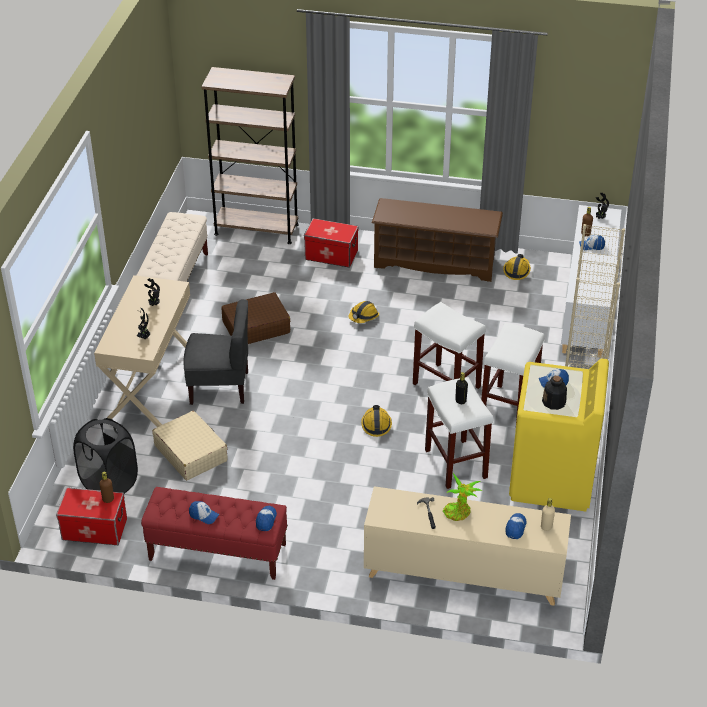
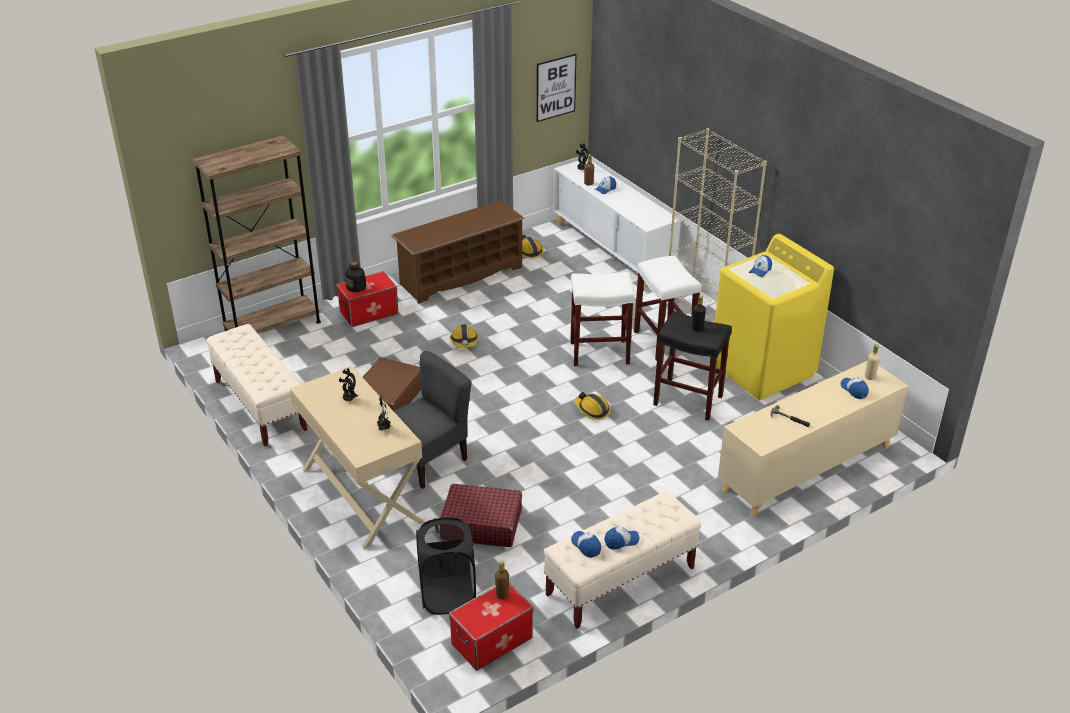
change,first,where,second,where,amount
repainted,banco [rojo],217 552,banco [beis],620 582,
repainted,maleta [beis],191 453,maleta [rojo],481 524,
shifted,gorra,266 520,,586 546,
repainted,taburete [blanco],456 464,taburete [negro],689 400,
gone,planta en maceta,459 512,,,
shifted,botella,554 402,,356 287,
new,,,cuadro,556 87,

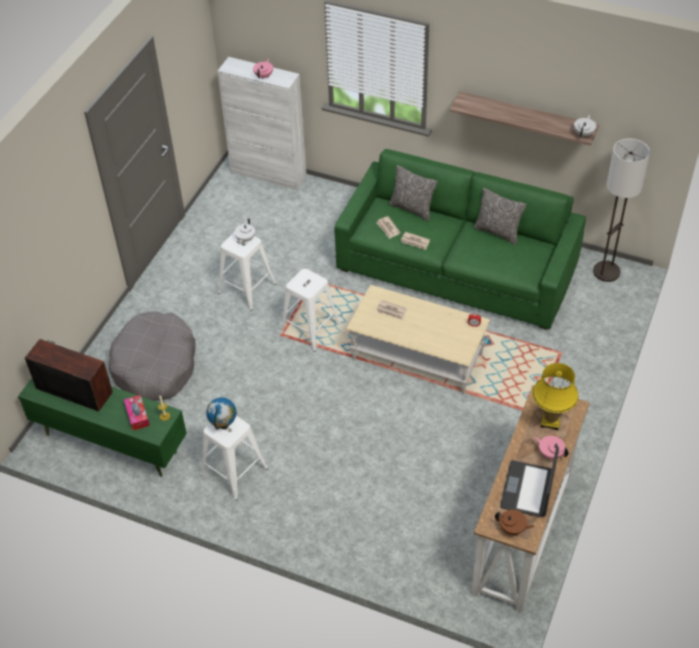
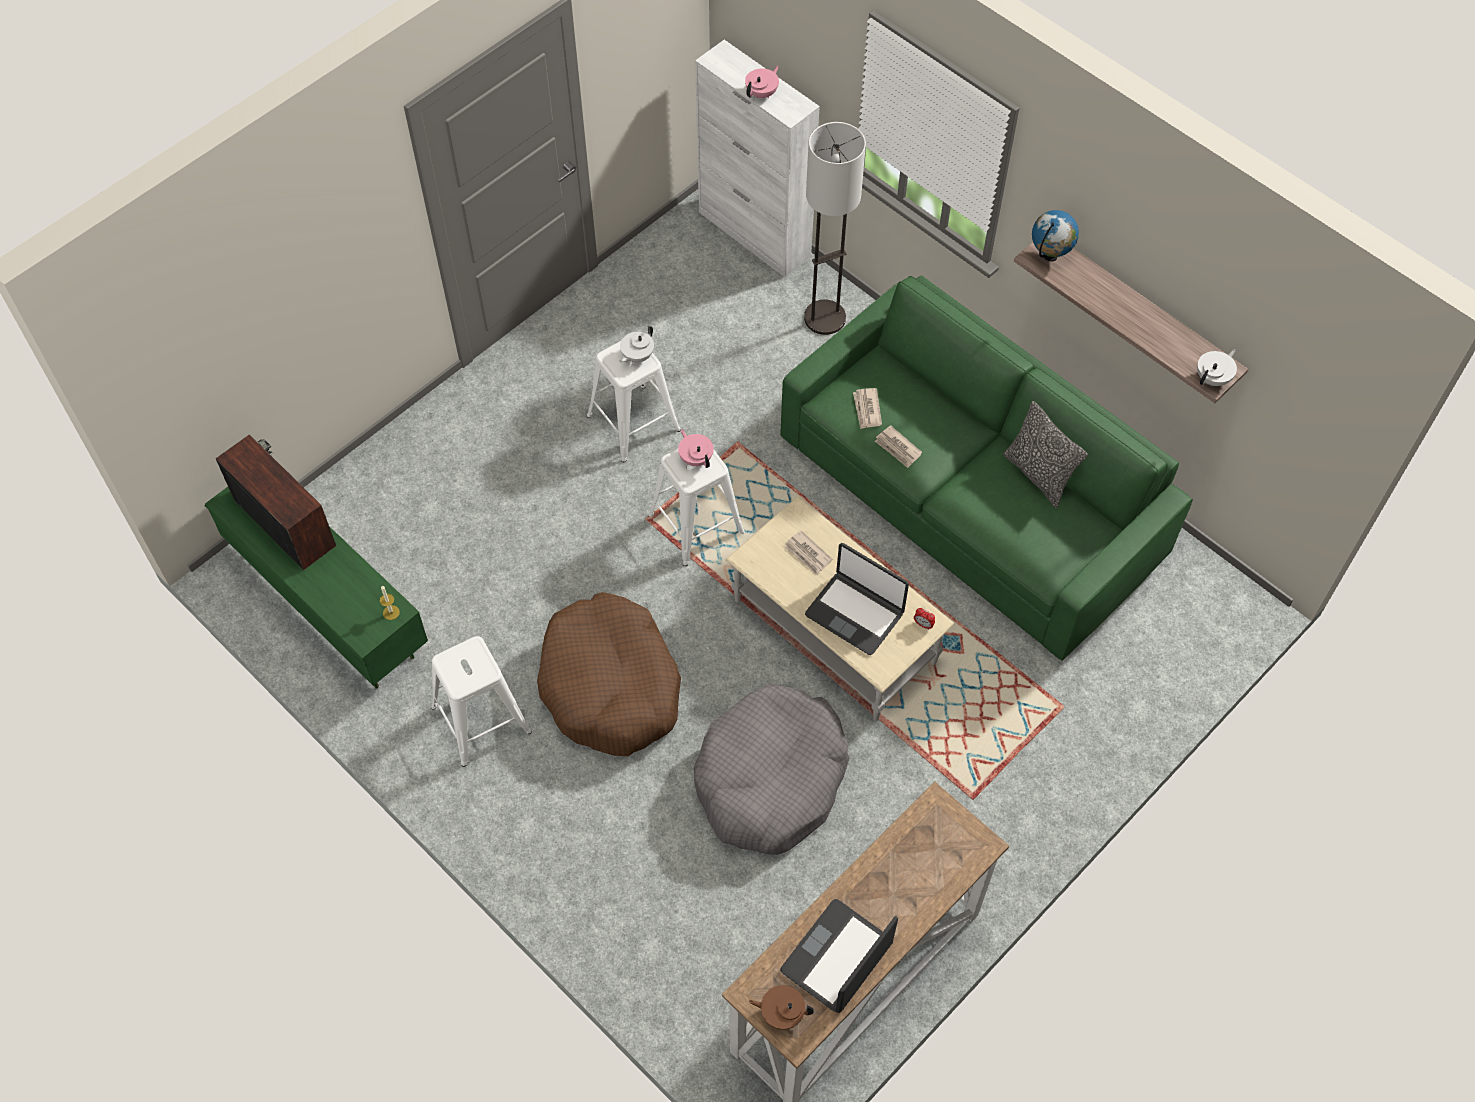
change,first,where,second,where,amount
shifted,cama para perro [gris],155 366,,770 778,
gone,caja de pañuelos,137 415,,,
shifted,globo terráqueo,223 425,,1050 256,
gone,cojín,412 209,,,
rotated,tetera [marrón],512 529,,781 1013,150 degrees clockwise
gone,lámpara de mesa [amarillo],550 421,,,
shifted,tetera [rosa],550 453,,696 458,
shifted,lámpara de pie,606 271,,825 318,
new,,,cama para perro [marrón],611 685,
new,,,portátil,855 613,

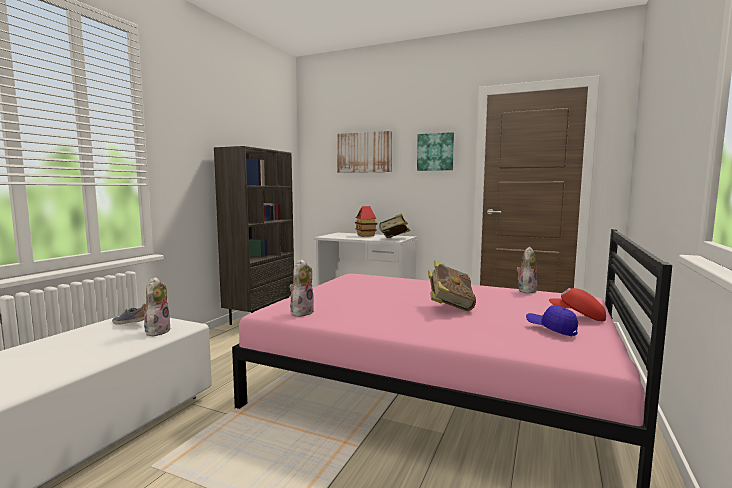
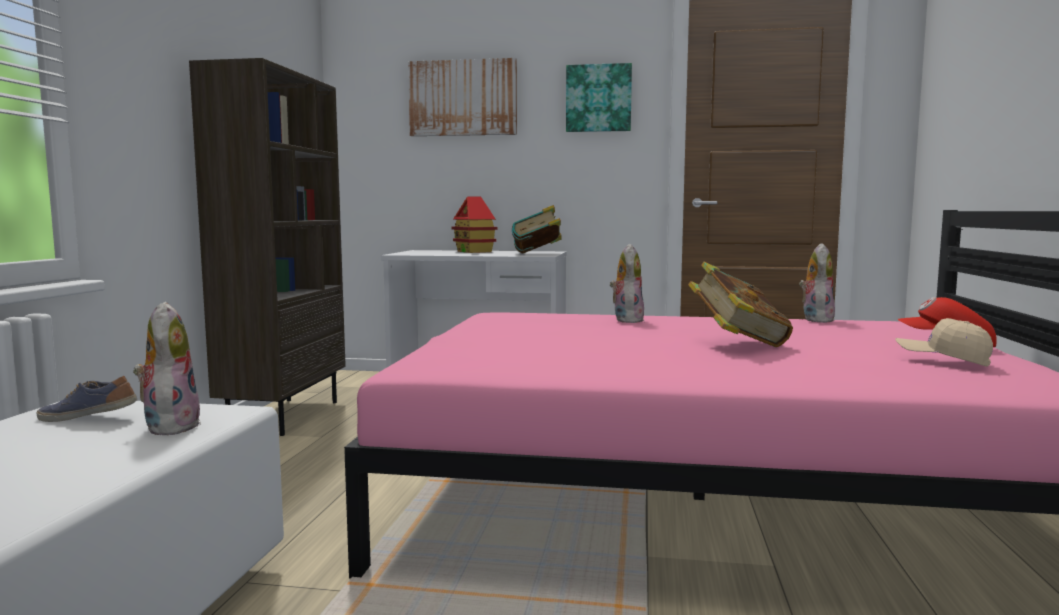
change,first,where,second,where,amount
shifted,peluche,301 312,,626 320,
repainted,gorra [azul],551 329,gorra [beis],942 360,

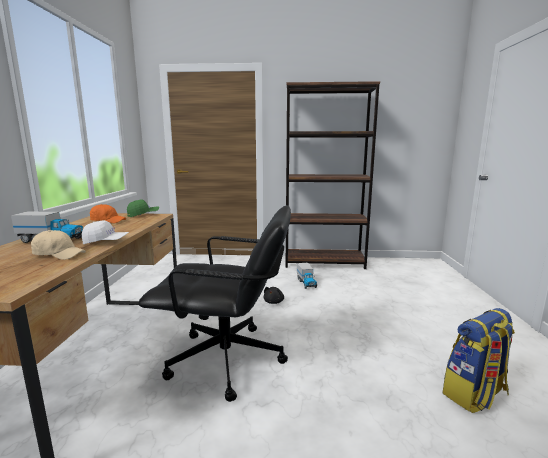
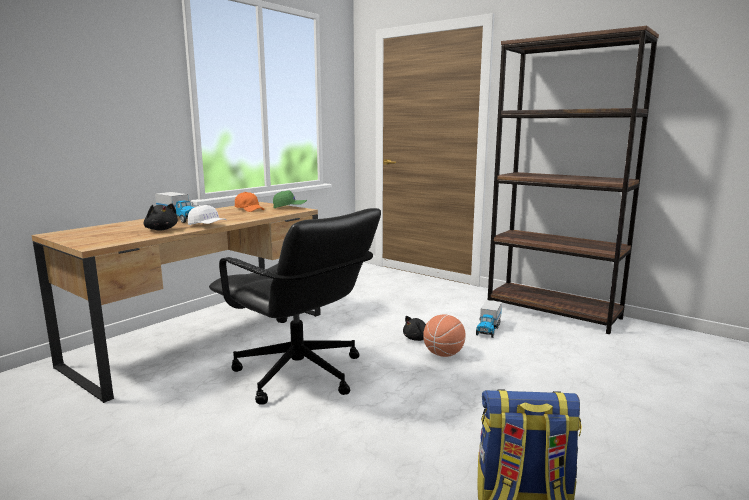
change,first,where,second,where,amount
swapped,gorra [beis],59 254,peluche [negro],161 229,
new,,,balón de baloncesto,443 354,

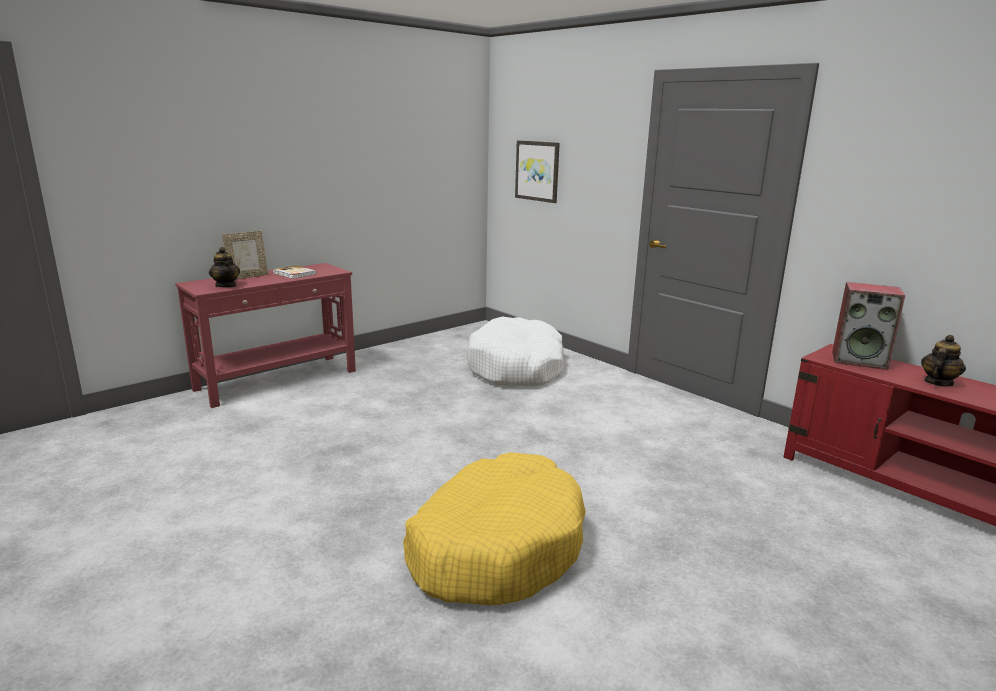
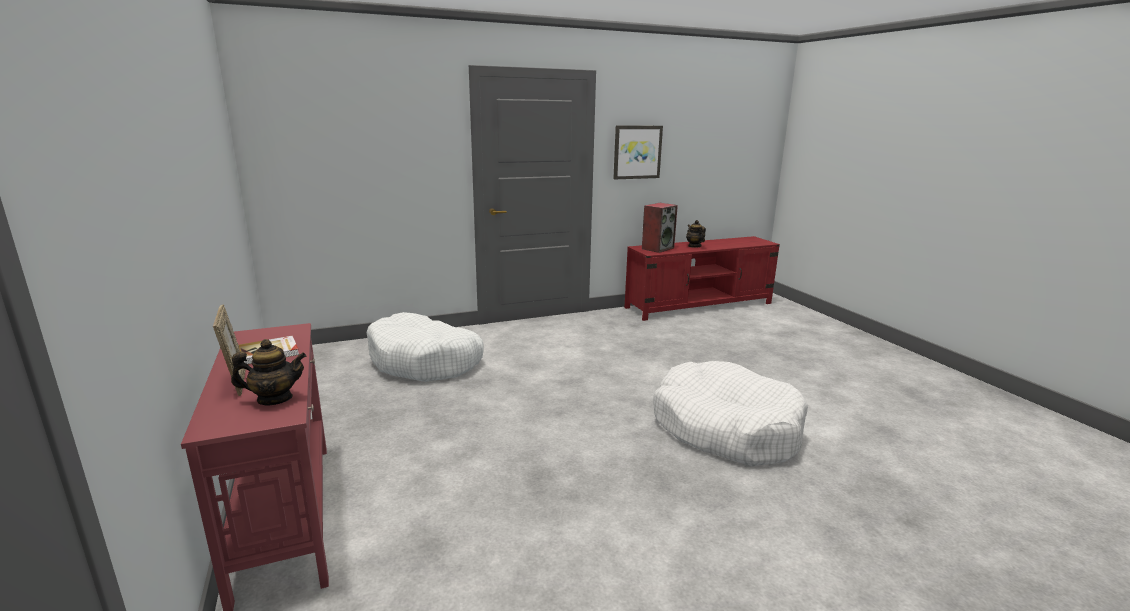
change,first,where,second,where,amount
repainted,cama para perro [amarillo],496 546,cama para perro [blanco],725 428,
shifted,cuadro,537 171,,637 152,

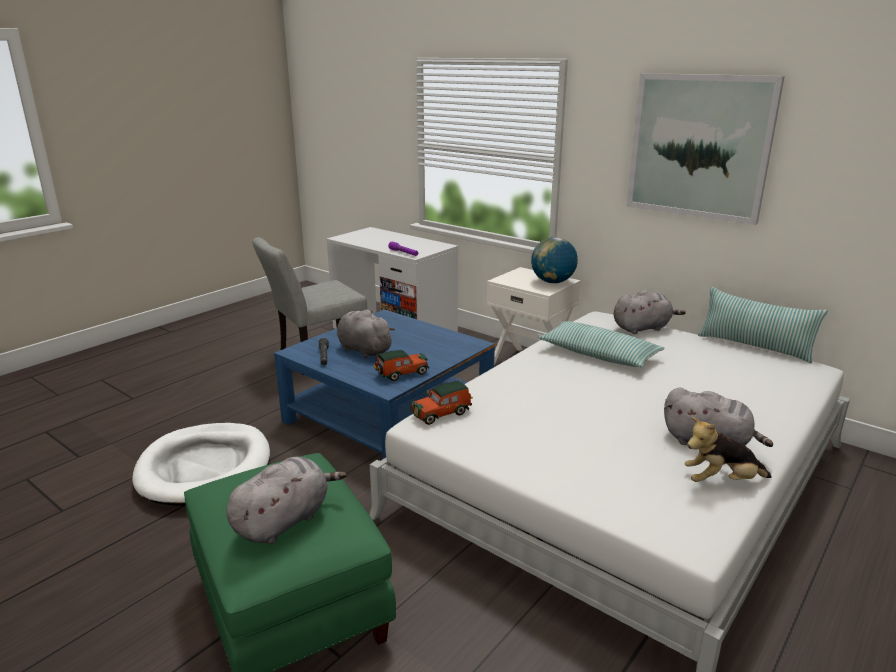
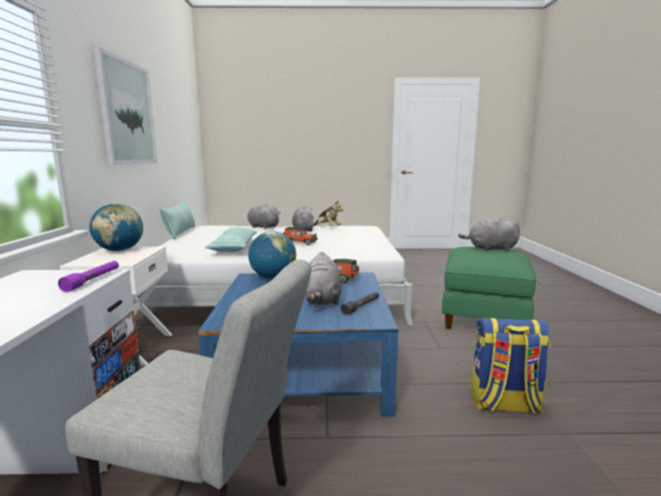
change,first,where,second,where,amount
swapped,cama para perro [blanco],205 468,mochila,504 404,
shifted,coche de juguete,442 413,,299 243,
shifted,peluche [gris],643 328,,262 227,
new,,,globo terráqueo,273 277,

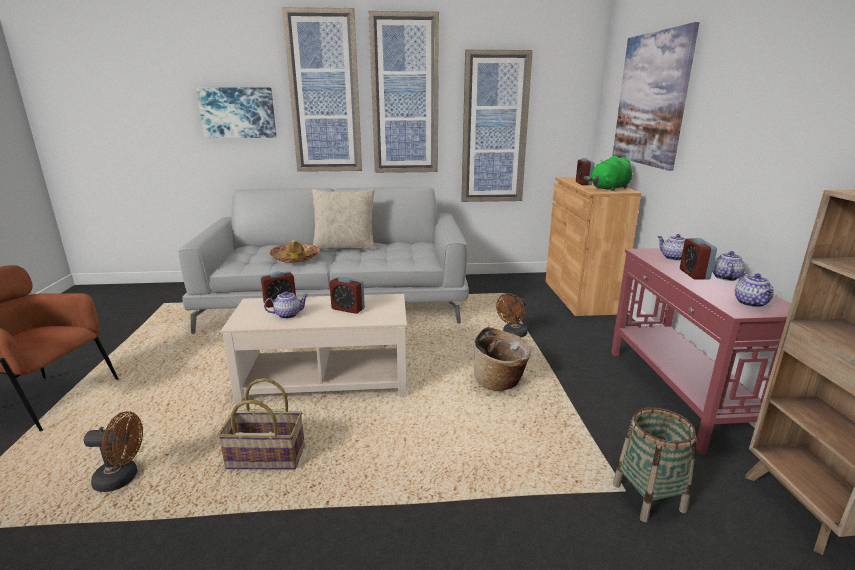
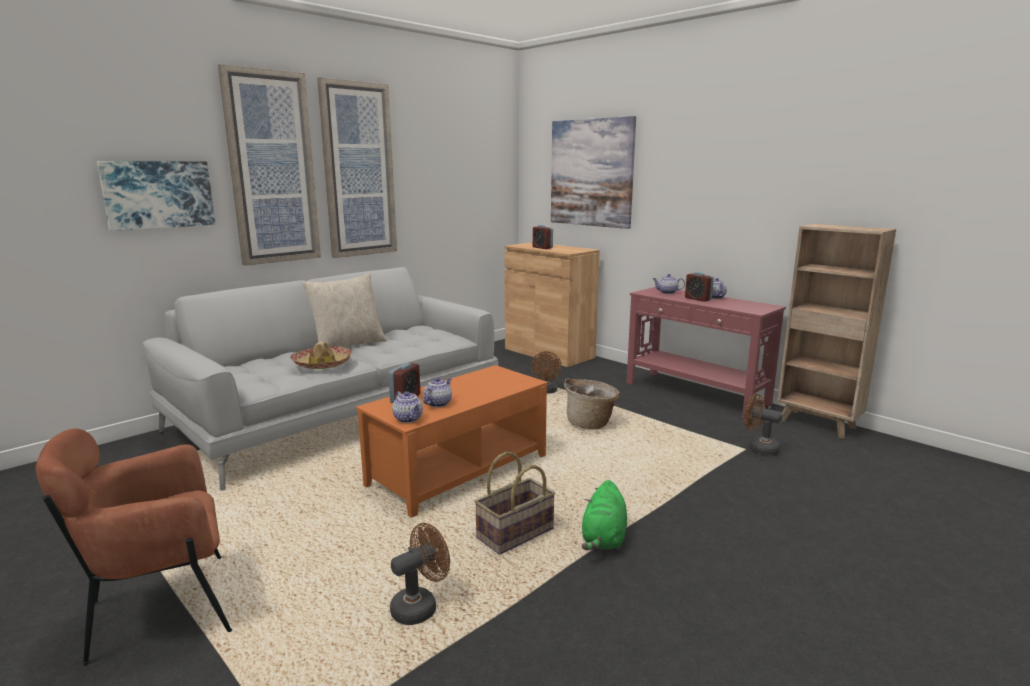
change,first,where,second,where,amount
repainted,mesa de centro [beis],326 380,mesa de centro [naranja],459 470,
gone,despertador,348 309,,,
gone,cuadro,494 129,,,
shifted,peluche [verde],609 189,,604 539,
swapped,cesta,648 498,ventilador [marrón],758 448,
shifted,tetera,751 303,,408 419,

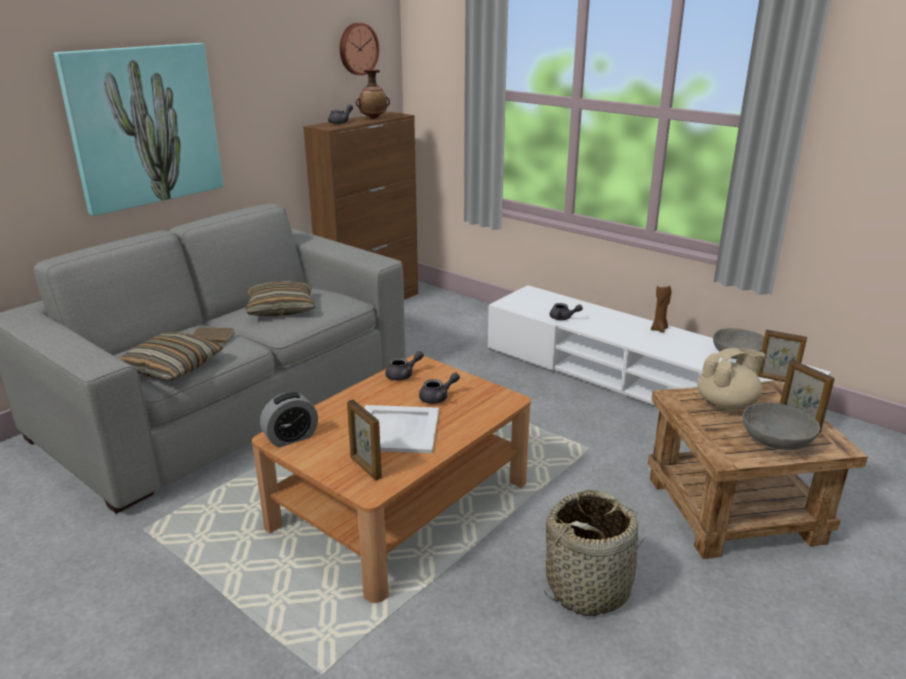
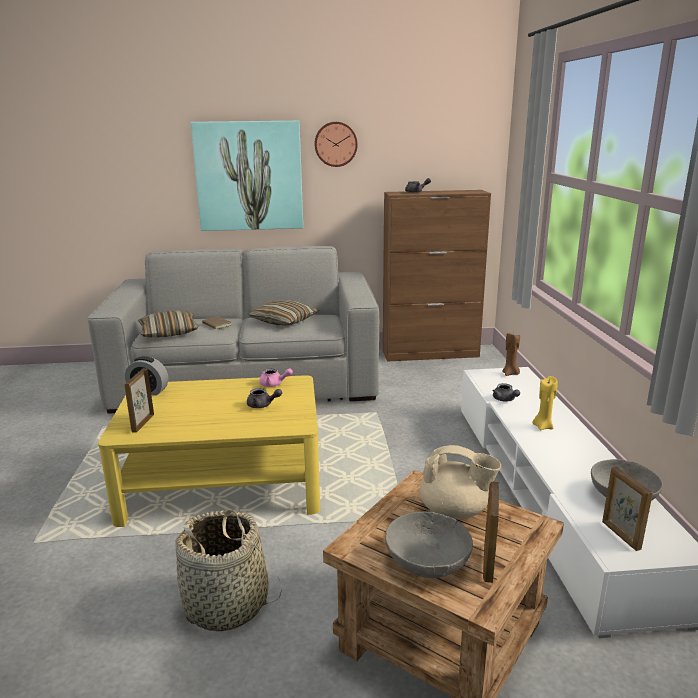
change,first,where,second,where,amount
repainted,mesa de centro [marrón],400 503,mesa de centro [amarillo],224 481,
shifted,reloj de pared,357 49,,335 144,
gone,florero,373 118,,,
gone,bandeja [blanco],396 430,,,
repainted,tetera [gris],403 375,tetera [rosa],274 384,
shifted,vela [marrón],659 329,,510 374,
new,,,vela [amarillo],543 426,

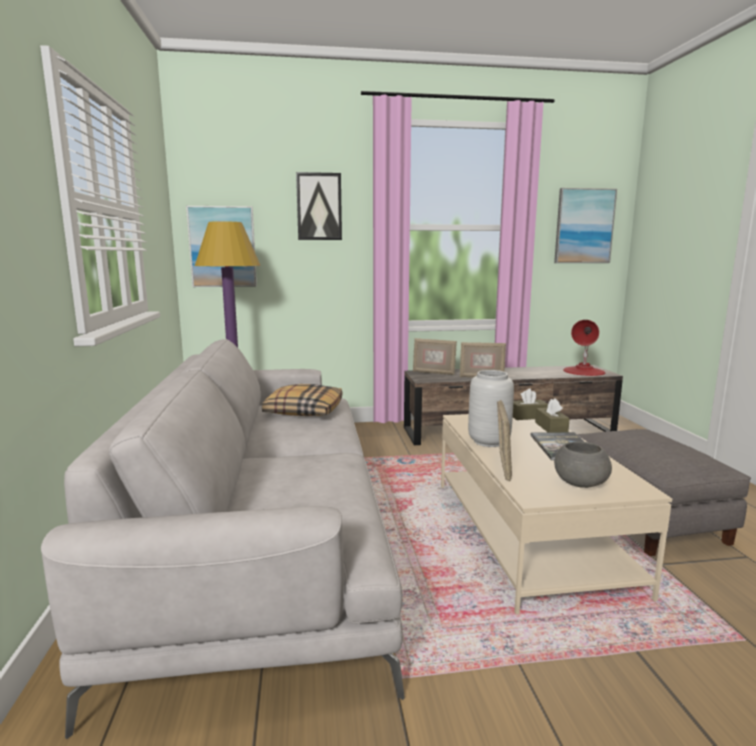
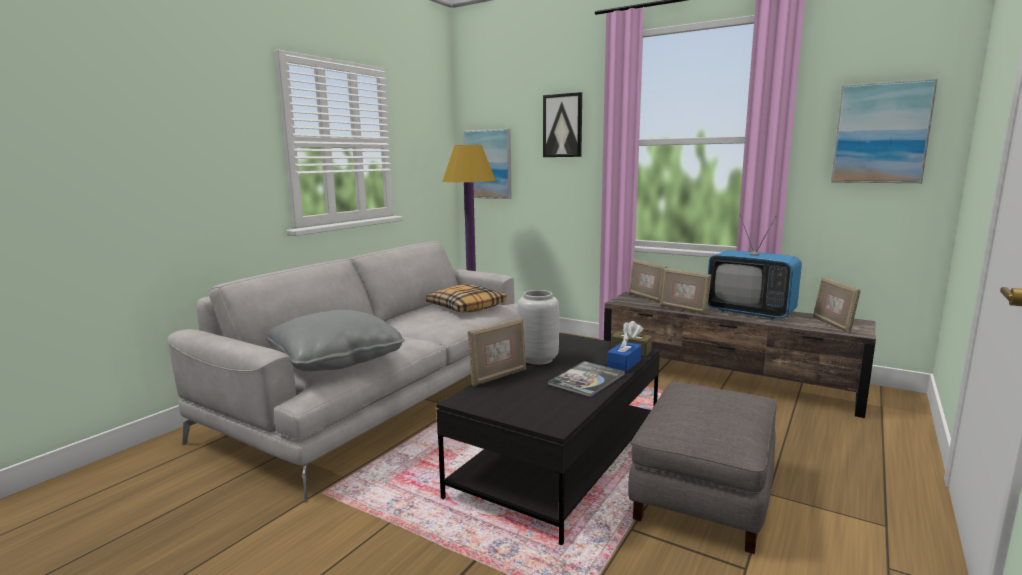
change,first,where,second,where,amount
repainted,mesa de centro [beis],527 533,mesa de centro [negro],560 459,
repainted,caja de pañuelos [marrón],551 427,caja de pañuelos [azul],624 364,
gone,cuenco [gris],579 483,,,
swapped,lámpara de mesa [rojo],584 371,portarretratos,832 325,
new,,,cojín [gris],336 360,
new,,,televisor,750 312,

